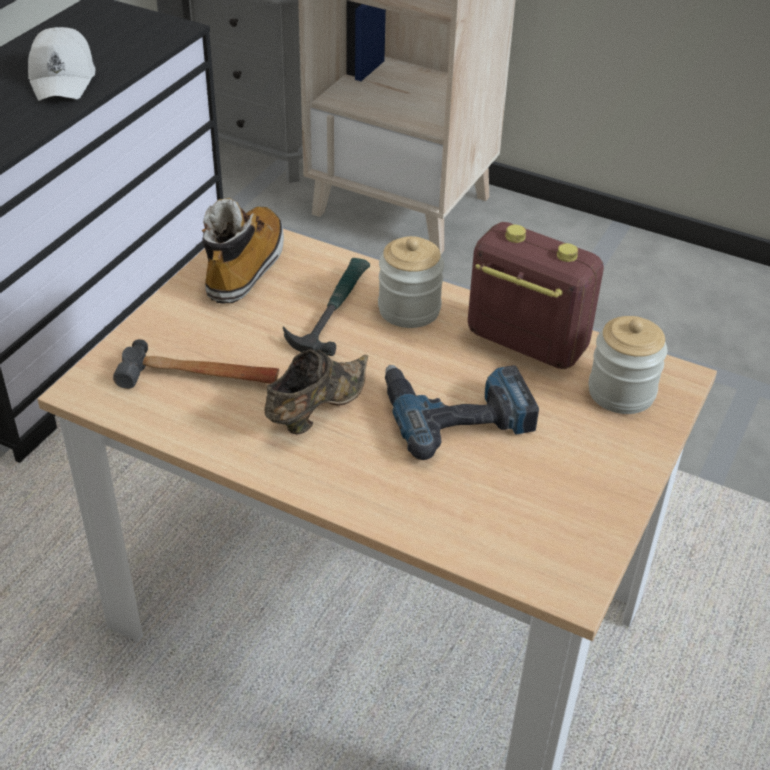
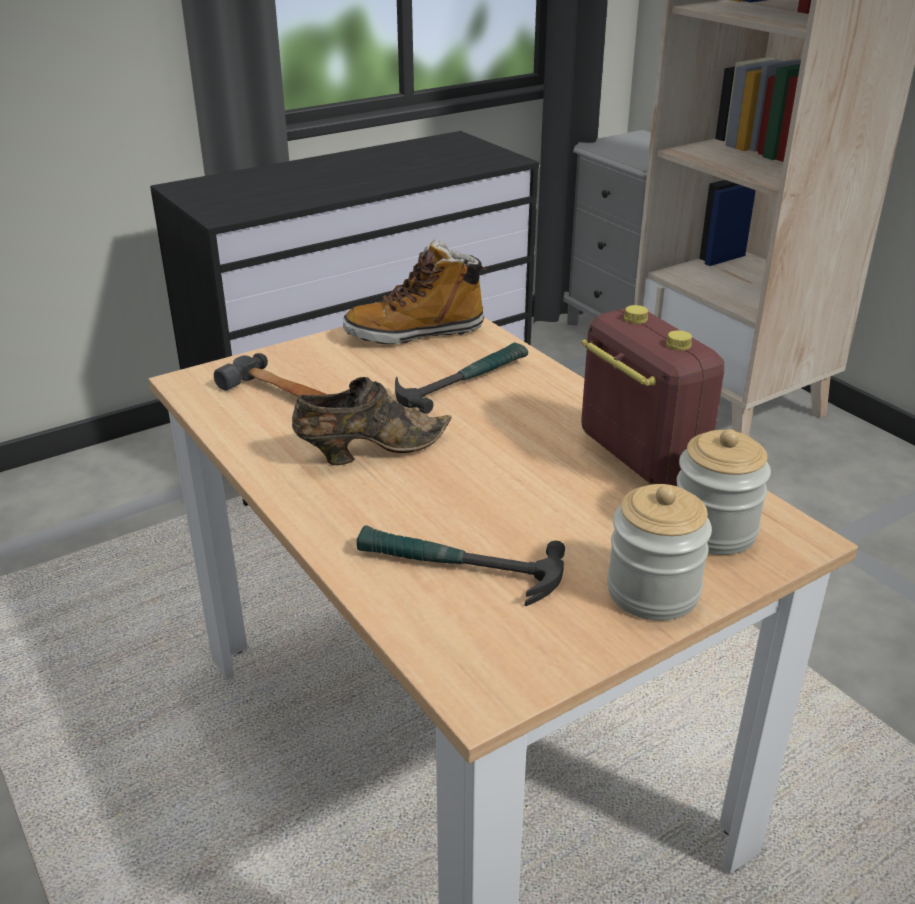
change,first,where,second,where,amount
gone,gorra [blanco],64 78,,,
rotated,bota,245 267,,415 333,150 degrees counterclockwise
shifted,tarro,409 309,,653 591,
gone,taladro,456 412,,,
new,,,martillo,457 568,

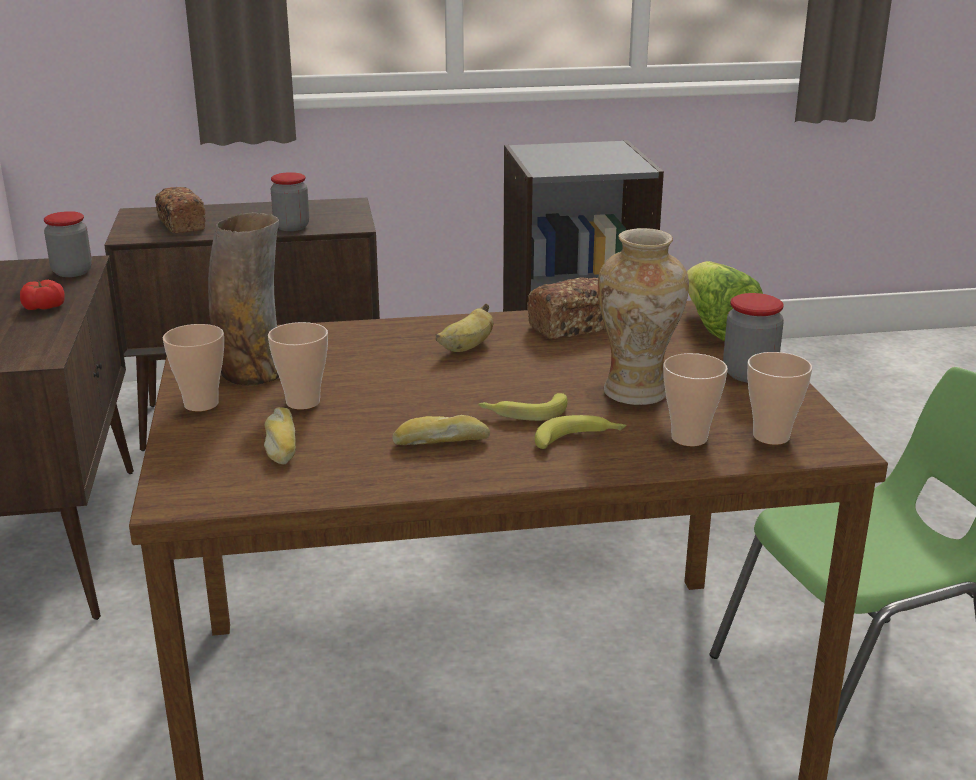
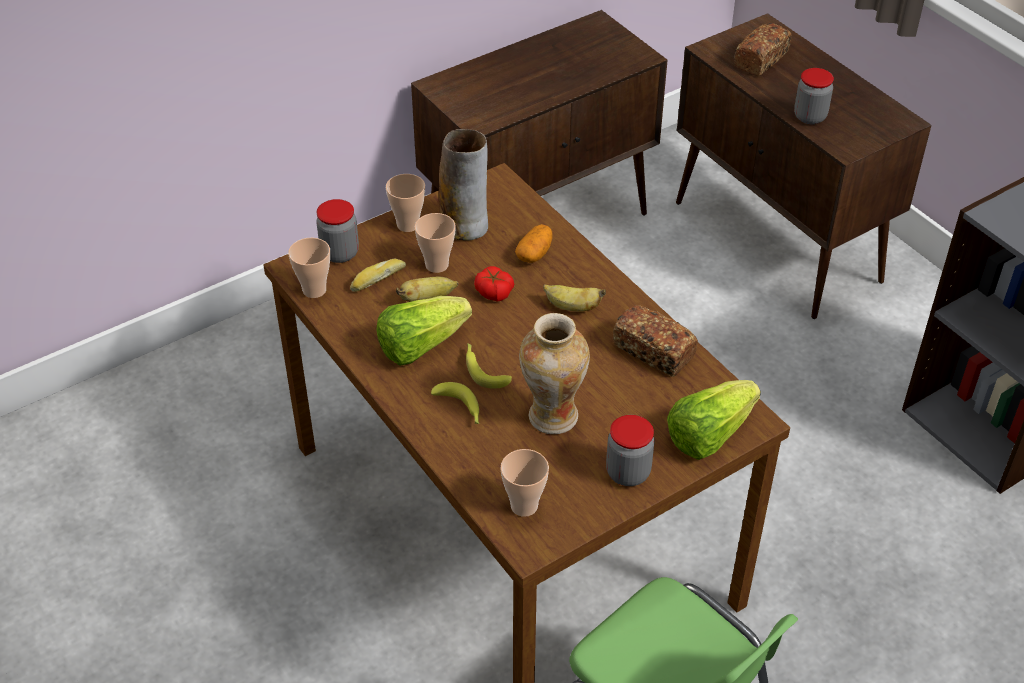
change,first,where,second,where,amount
shifted,tomate,44 307,,494 292,
shifted,tarro,72 272,,340 253,
swapped,pan,441 441,lechuga,420 345,
shifted,taza,689 438,,314 290,
new,,,plátano,427 298,
new,,,patata,534 253,

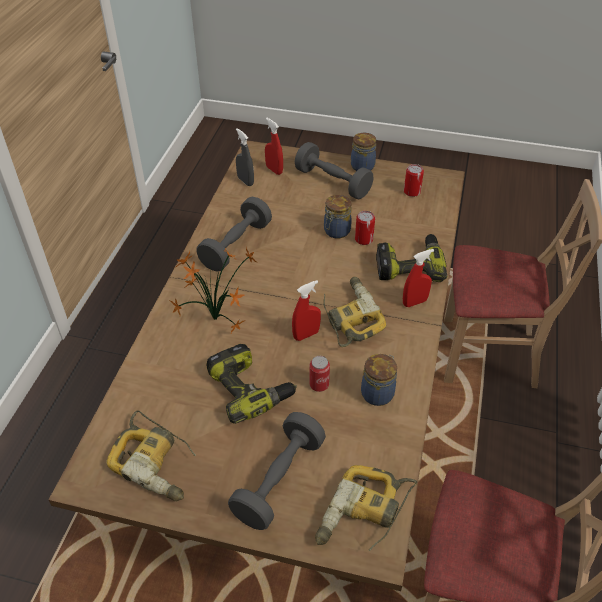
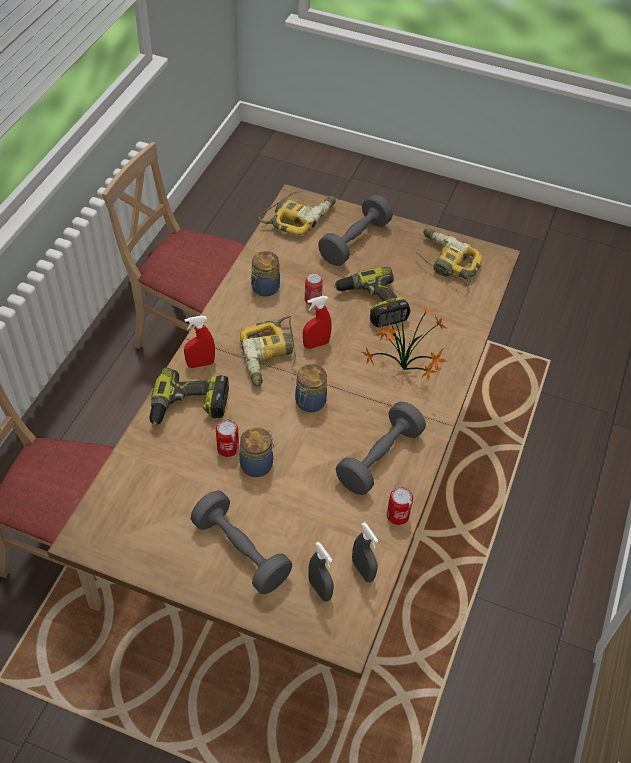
change,first,where,second,where,amount
repainted,pulverizador [rojo],274 170,pulverizador [gris],320 589,
shifted,tarro,363 166,,309 403,
shifted,lata,412 192,,398 515,

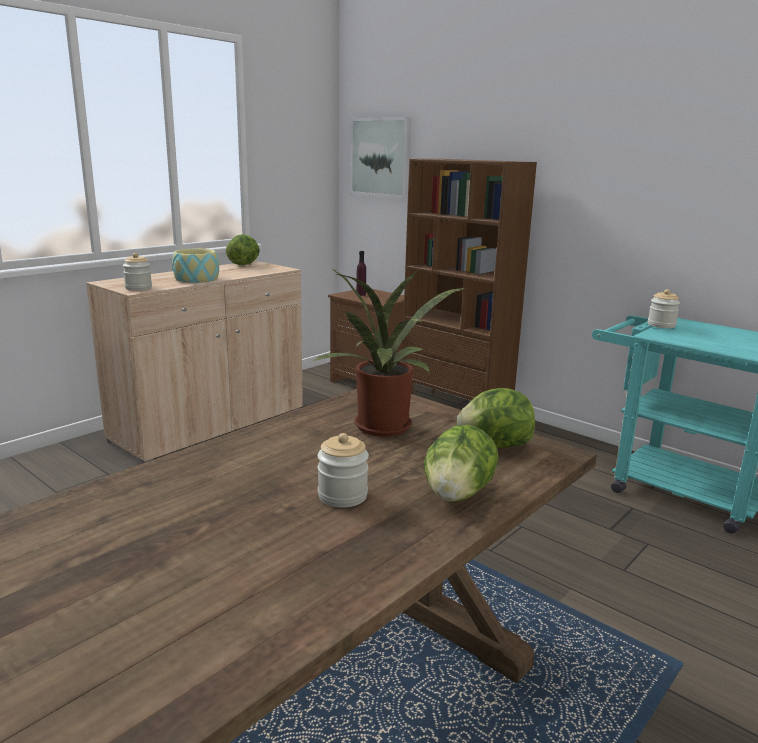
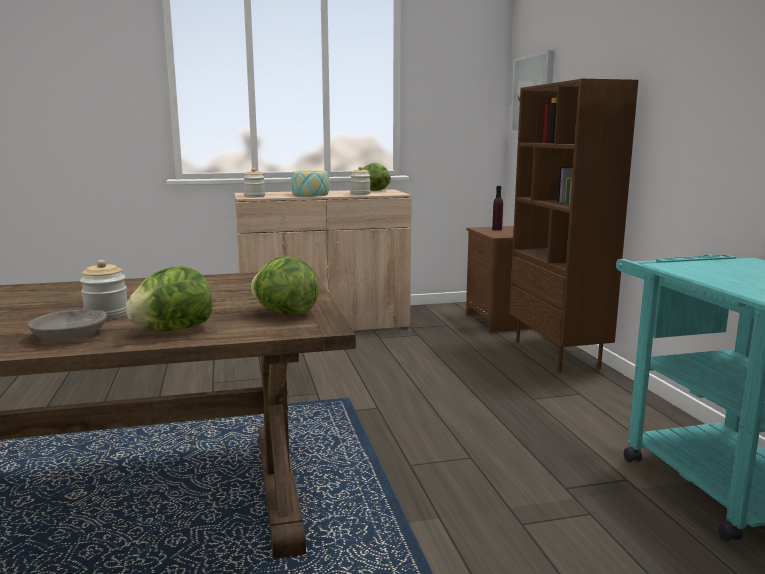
change,first,where,second,where,amount
gone,planta en maceta,384 429,,,
shifted,tarro,661 325,,360 194,
new,,,cuenco [gris],71 334,

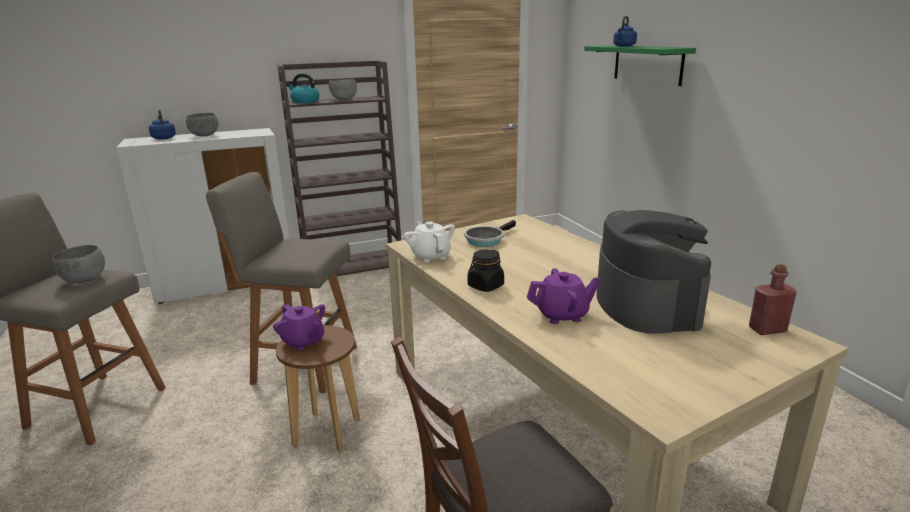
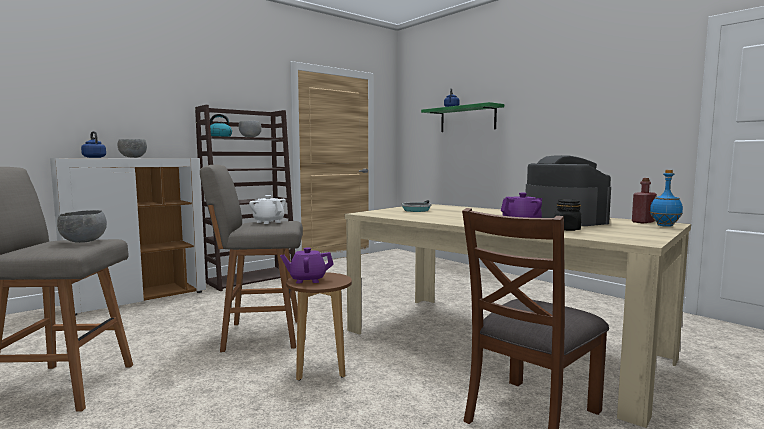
change,first,where,second,where,amount
rotated,tetera [morado],303 342,,307 280,150 degrees clockwise
shifted,tetera [blanco],430 256,,268 222,
shifted,tarro [negro],485 286,,567 229,
new,,,botella [azul],665 226,

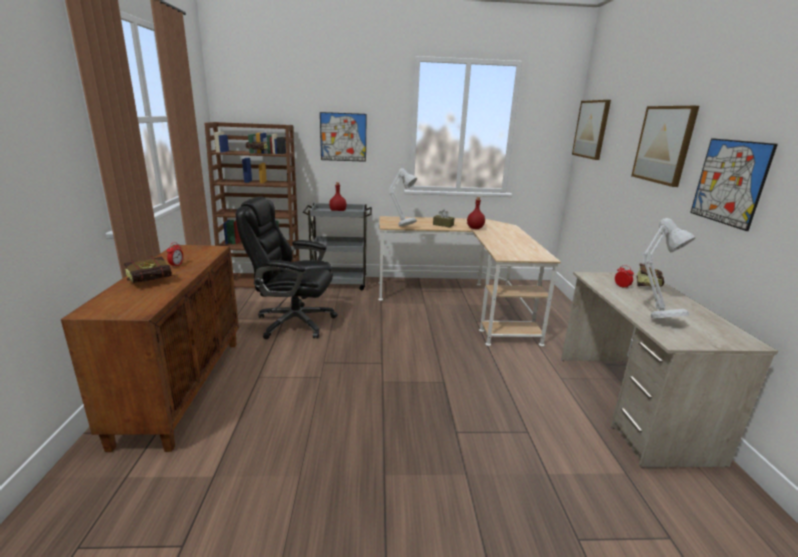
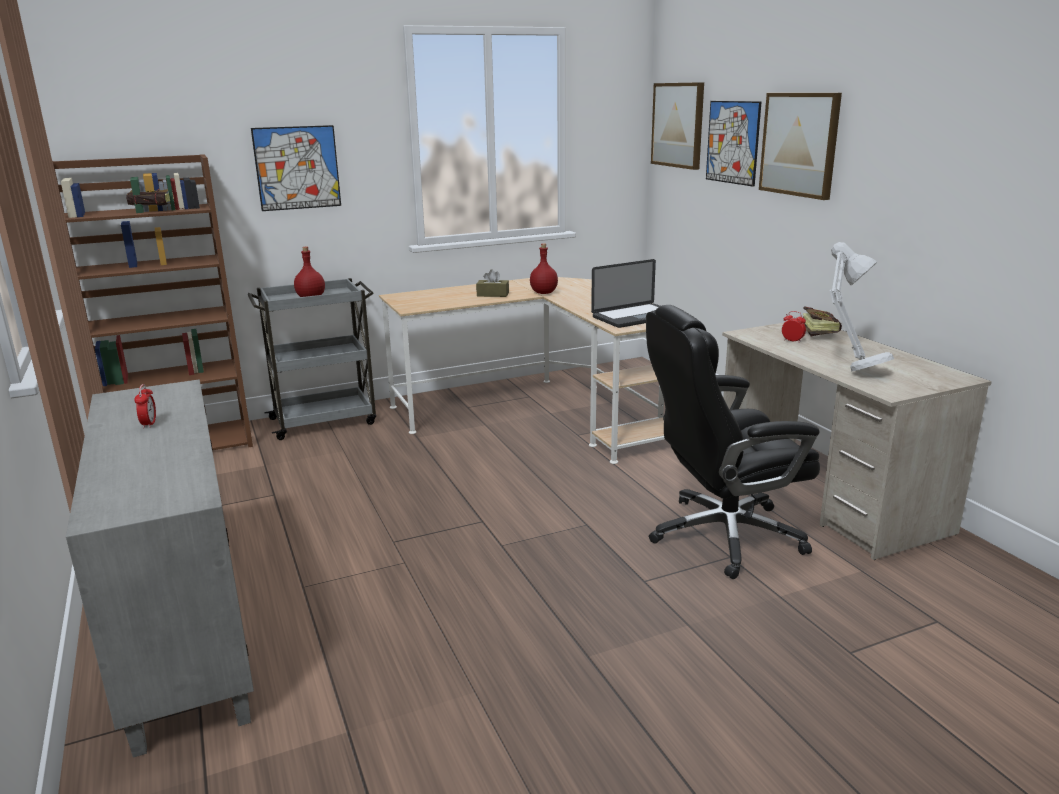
change,first,where,second,where,amount
repainted,armario [marrón],182 387,armario [gris],184 634,
gone,libro,155 281,,,
shifted,silla de oficina [negro],293 322,,722 536,
gone,lámpara de mesa [gris],403 223,,,
shifted,cuadro,729 182,,732 142,
new,,,portátil,636 317,

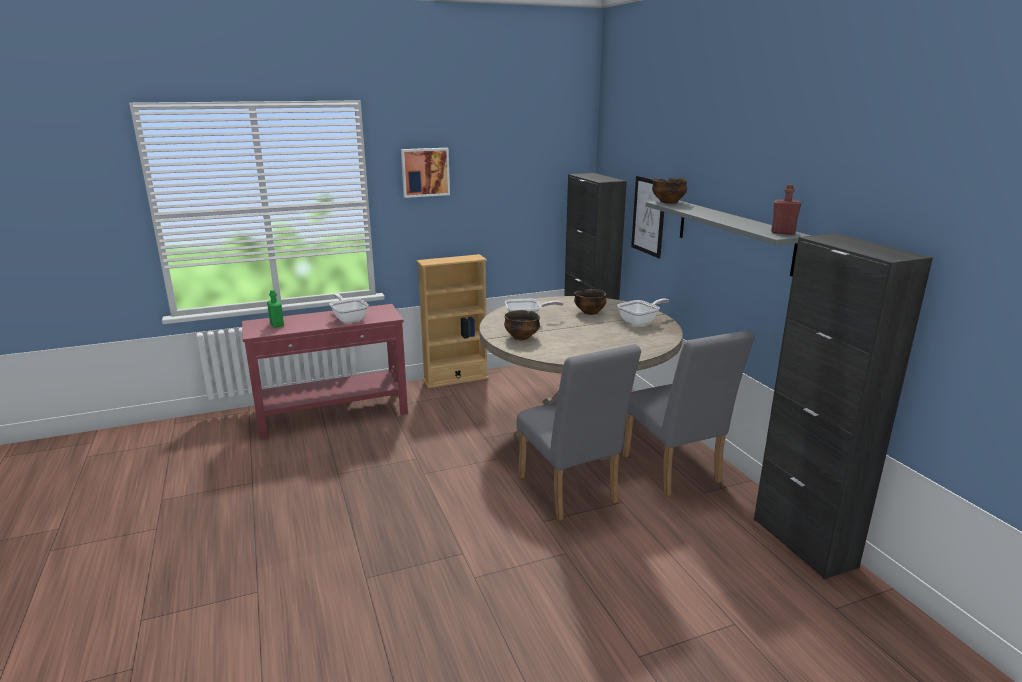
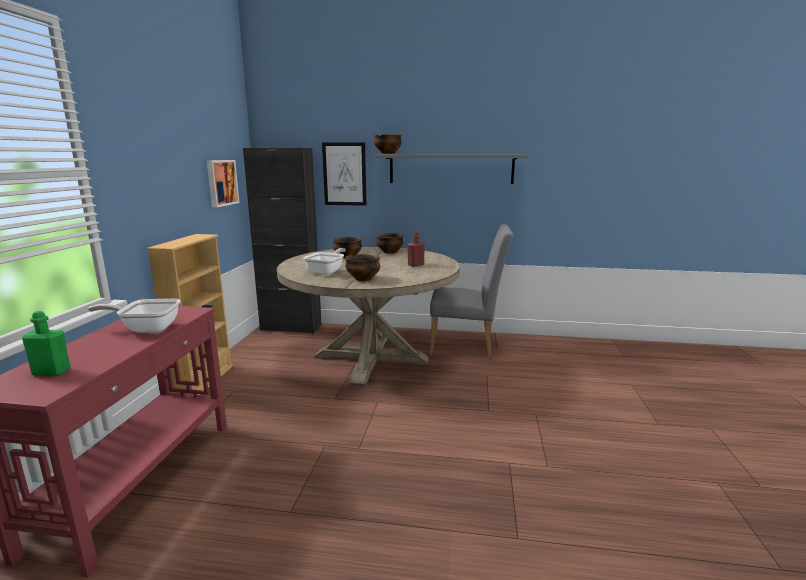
change,first,where,second,where,amount
shifted,cuadro,425 172,,221 182,
gone,silla [gris],570 494,,,
swapped,sartén,640 321,cuenco,390 252,
gone,armario [negro],803 542,,,
shifted,botella [rojo],783 232,,416 265,

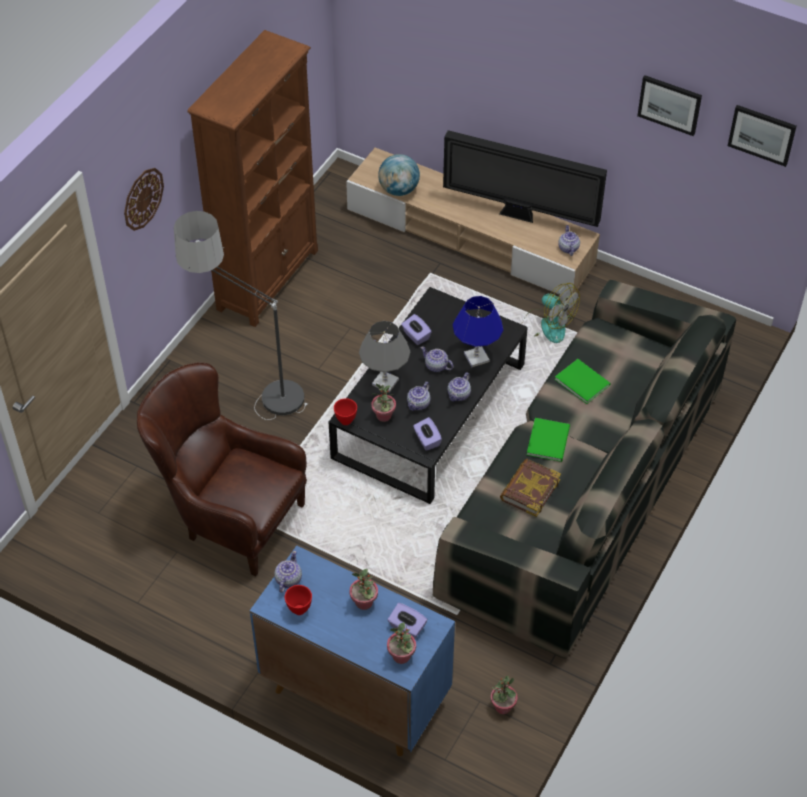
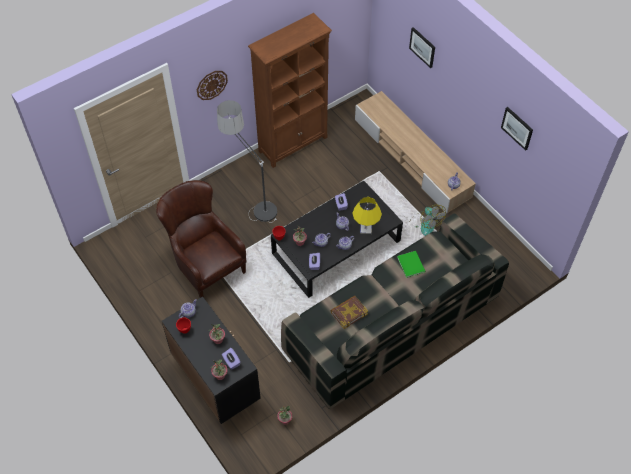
change,first,where,second,where,amount
repainted,armario [azul],354 694,armario [negro],215 382,
gone,lámpara de mesa [gris],385 382,,,
gone,globo terráqueo,398 190,,,
gone,televisor,519 215,,,
repainted,lámpara de mesa [azul],476 357,lámpara de mesa [amarillo],365 229,
gone,libro [verde],549 440,,,
shifted,cuadro,762 134,,422 47,

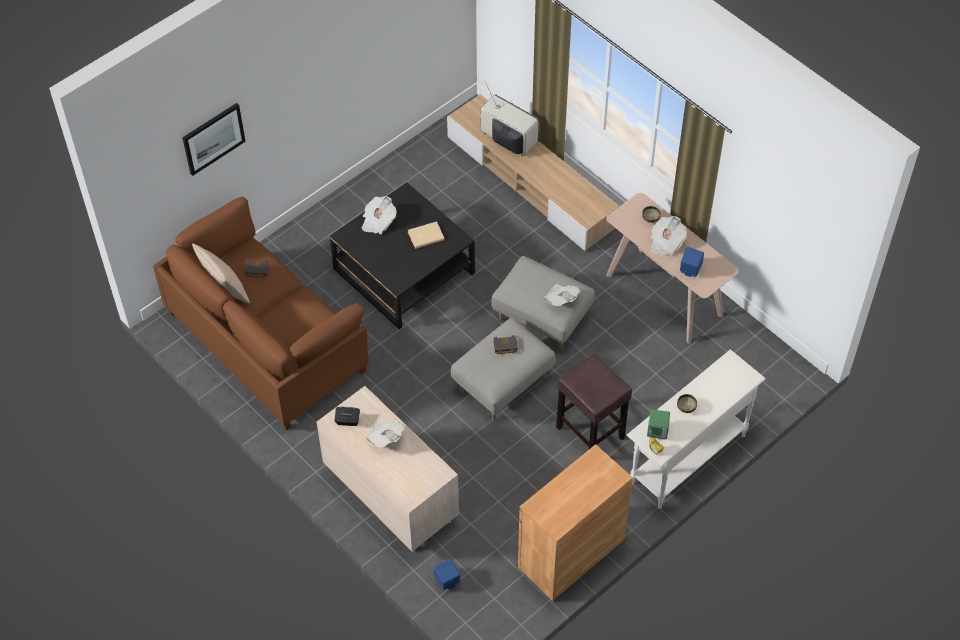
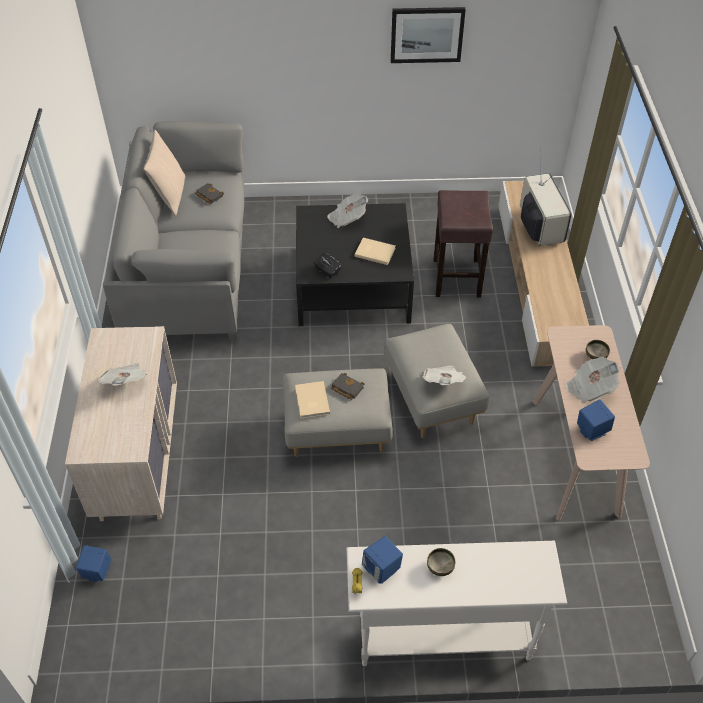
change,first,where,second,where,amount
repainted,sofá [marrón],267 341,sofá [gris],189 268,
shifted,cuadro,213 138,,427 34,
shifted,caja de pañuelos [negro],347 421,,327 271,
gone,armario [marrón],571 553,,,
shifted,taburete [marrón],591 433,,457 278,
repainted,altavoz [verde],657 431,altavoz [azul],382 569,
new,,,libro [beis],311 401,

